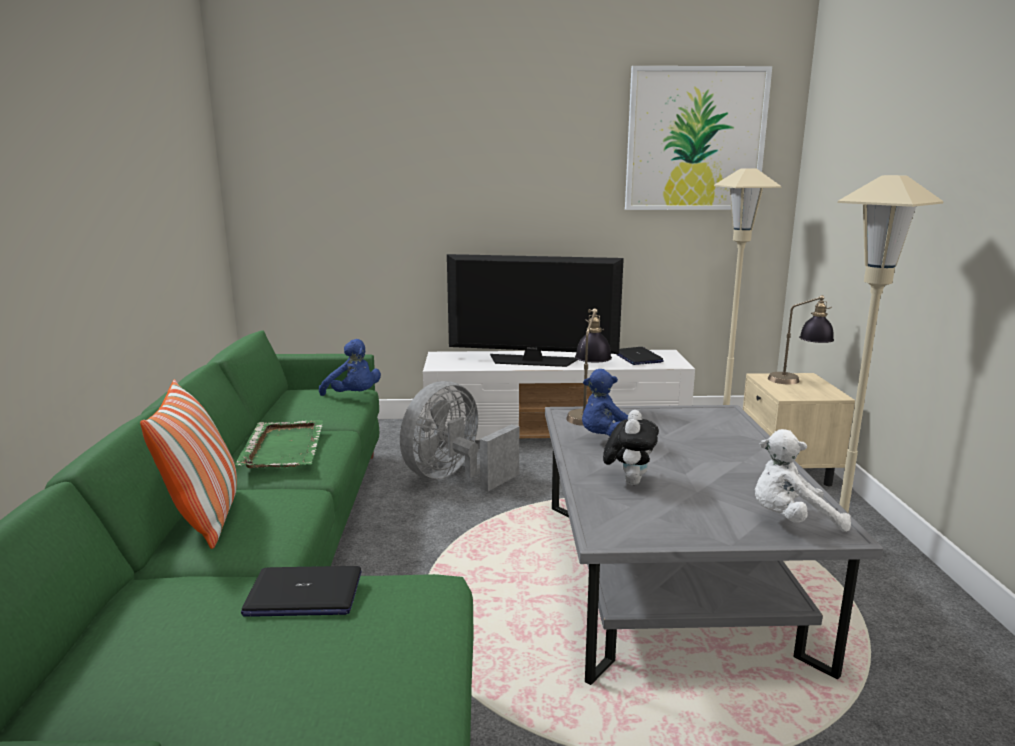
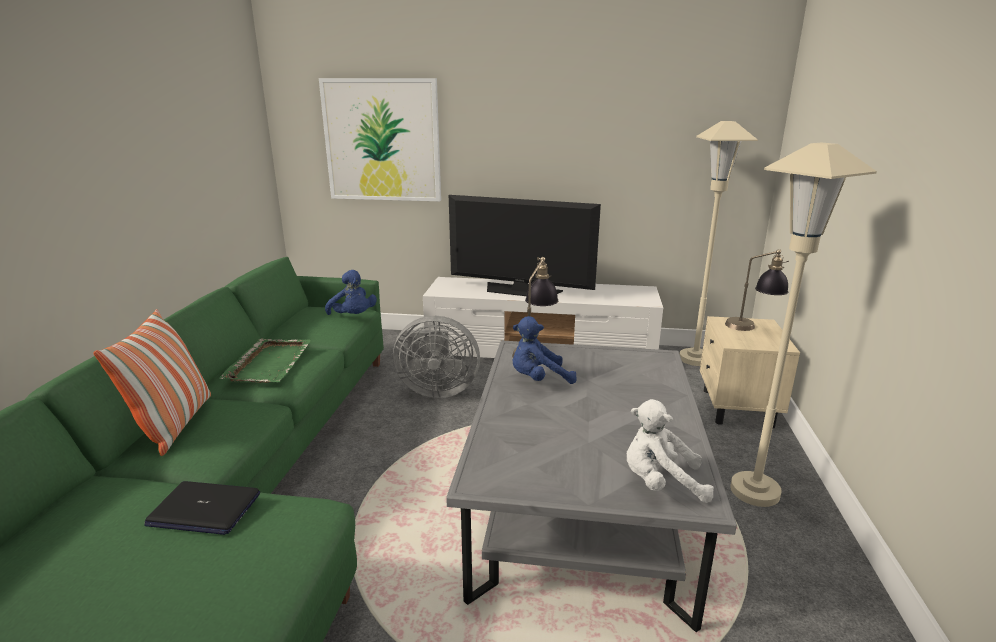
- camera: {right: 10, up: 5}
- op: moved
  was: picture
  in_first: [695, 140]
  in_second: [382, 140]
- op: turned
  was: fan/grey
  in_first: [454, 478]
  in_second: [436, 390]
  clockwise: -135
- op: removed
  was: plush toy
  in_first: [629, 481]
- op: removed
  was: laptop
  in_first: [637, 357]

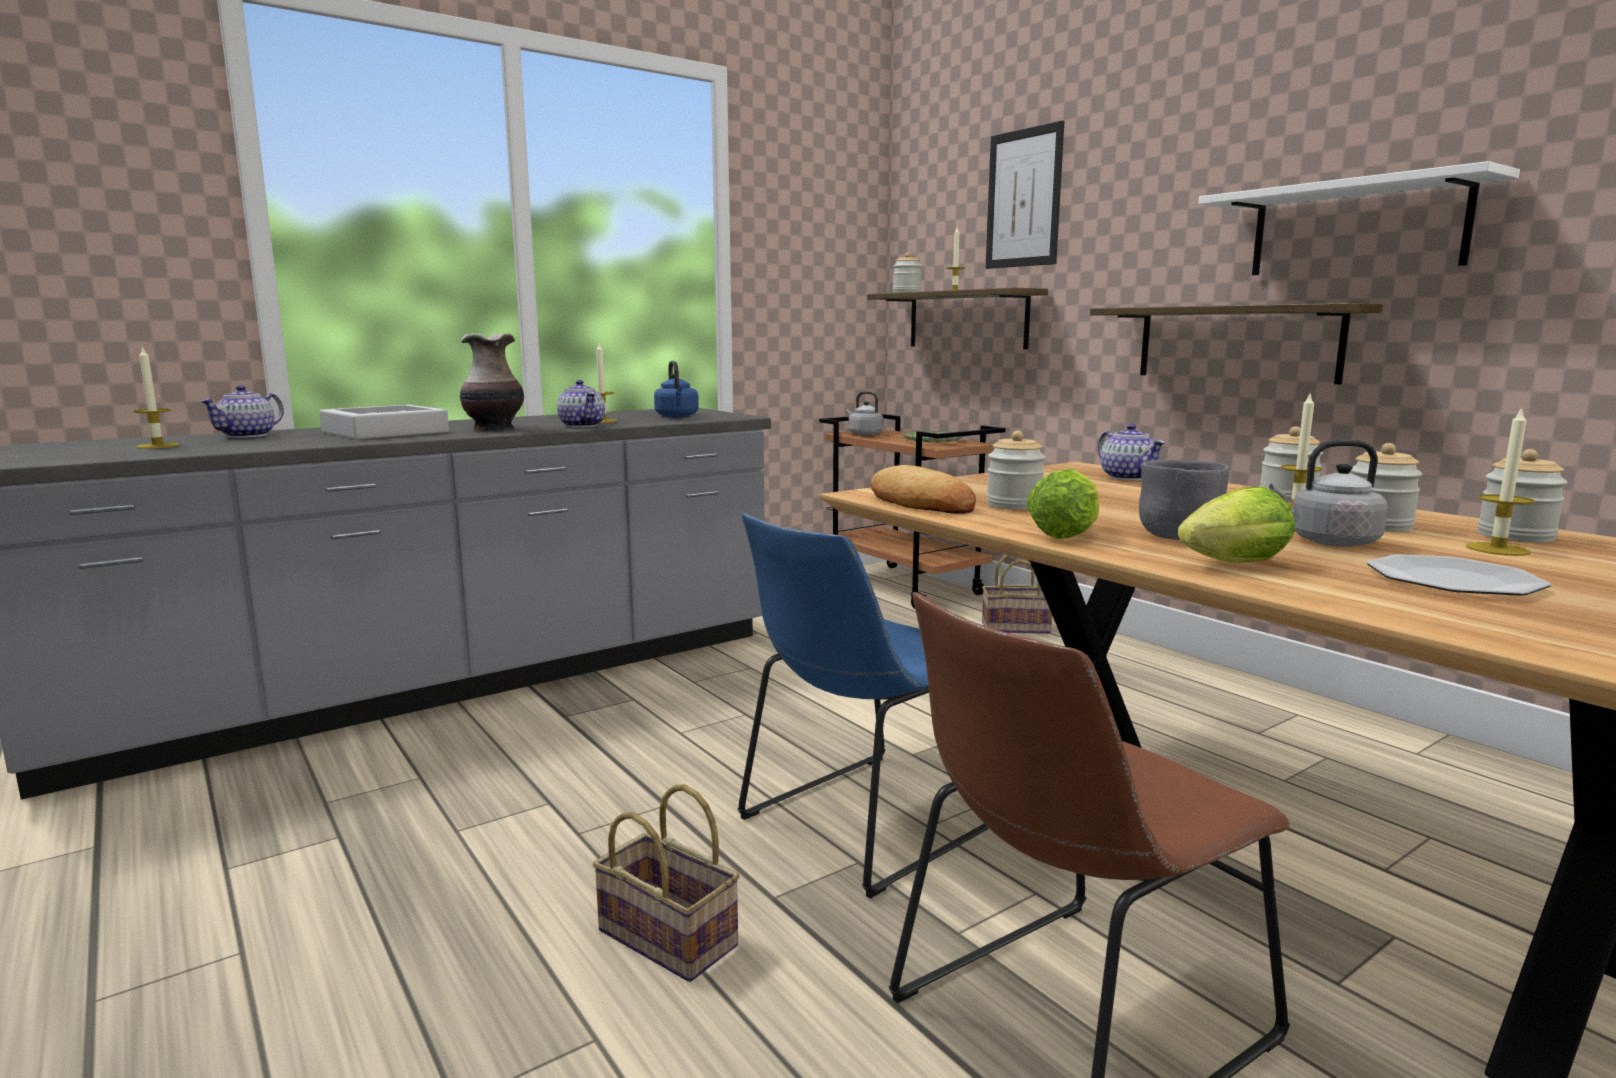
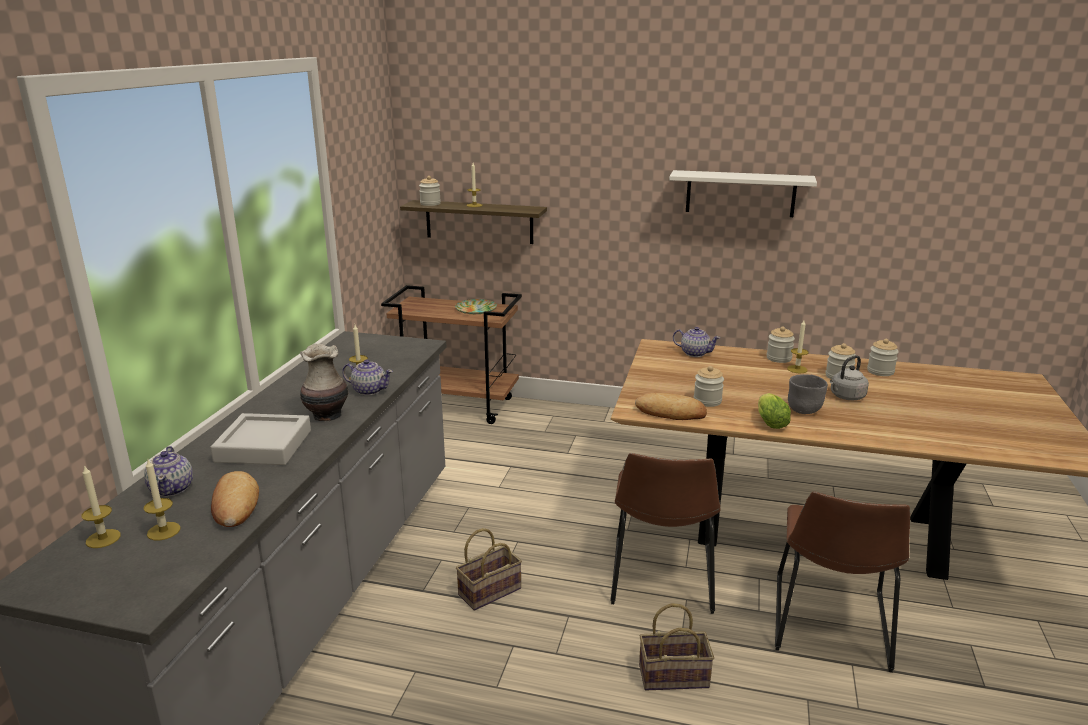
- camera: {right: -40, up: 10}
- op: moved
  was: candle
  in_first: [1497, 549]
  in_second: [103, 538]
- op: added
  now: bread
  in_second: [234, 505]
- op: moved
  was: basket
  in_first: [1017, 627]
  in_second: [490, 590]
- op: recoloured
  was: chair/blue
  now: chair/brown
  in_first: [865, 822]
  in_second: [662, 578]
- op: removed
  was: kettle/blue
  in_first: [677, 416]
- op: removed
  was: kettle/grey
  in_first: [863, 434]
- op: removed
  was: picture
  in_first: [1023, 198]
- op: removed
  was: shelf
  in_first: [1236, 343]
- op: removed
  was: lettuce
  in_first: [1229, 564]
- op: removed
  was: plate
  in_first: [1453, 580]

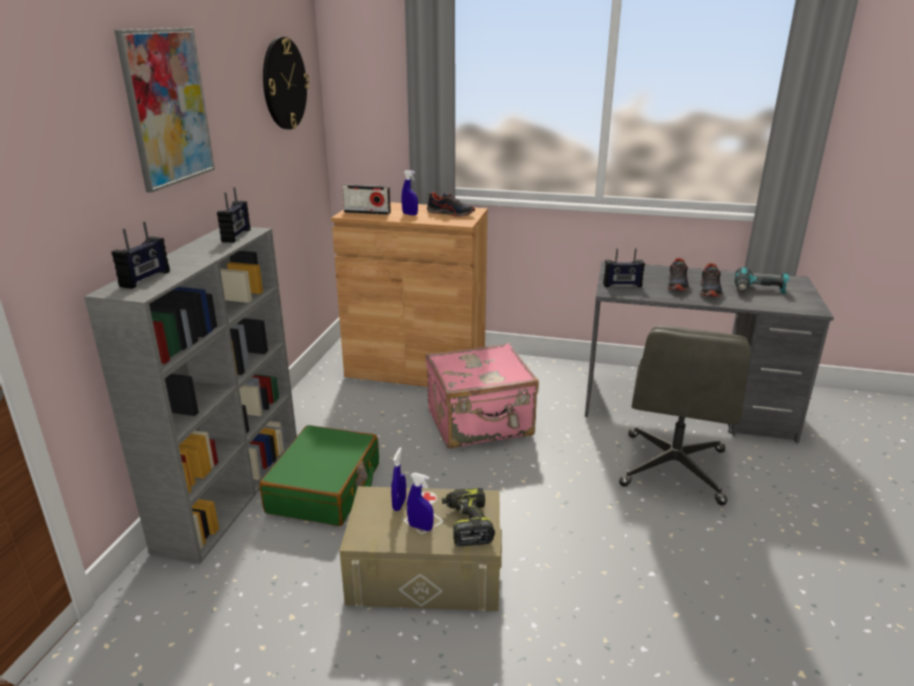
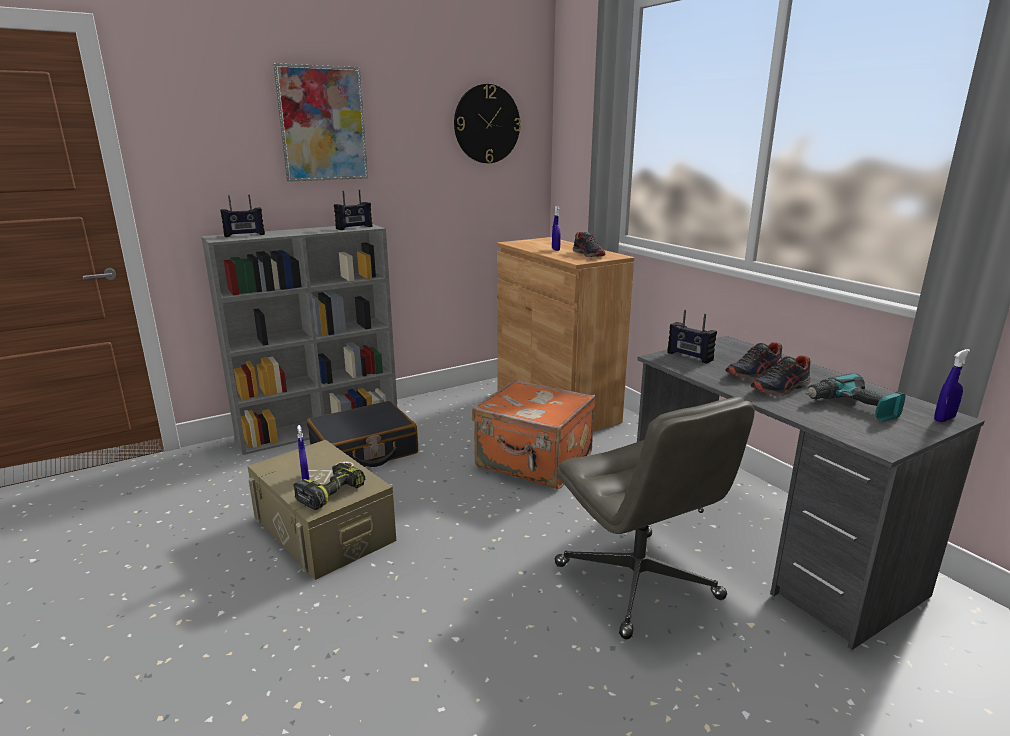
- camera: {right: 45, up: -5}
- op: recoloured
  was: suitcase/green
  now: suitcase/black
  in_first: [325, 488]
  in_second: [364, 451]
- op: recoloured
  was: suitcase/pink
  now: suitcase/orange
  in_first: [480, 423]
  in_second: [534, 462]
- op: turned
  was: office chair/grey
  in_first: [673, 469]
  in_second: [638, 582]
  clockwise: -90
- op: moved
  was: spray bottle/blue
  in_first: [399, 504]
  in_second: [944, 419]
- op: removed
  was: radio
  in_first: [367, 212]

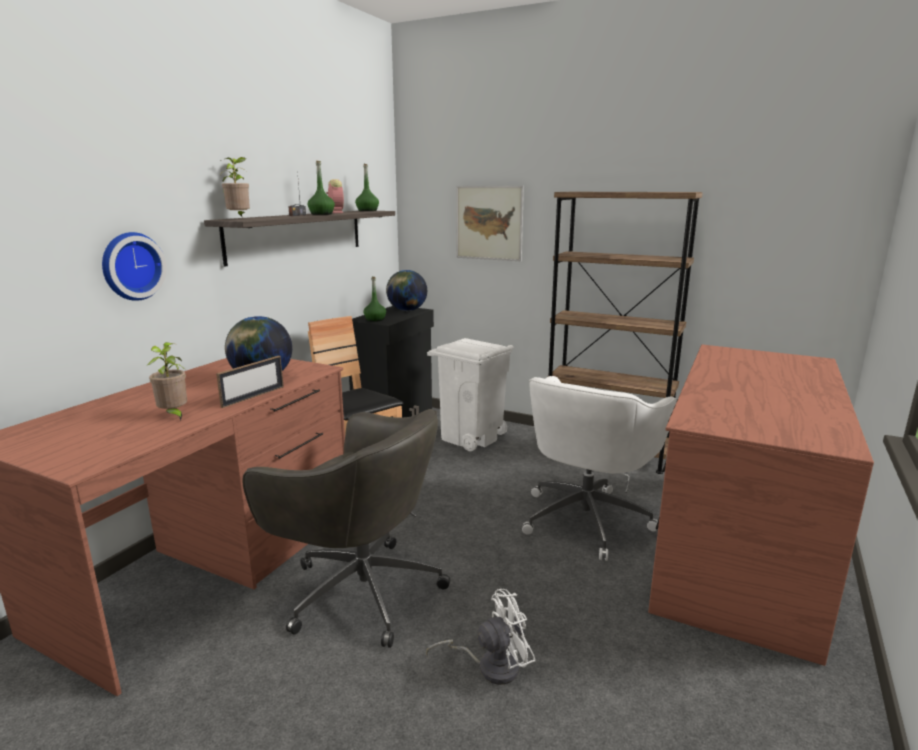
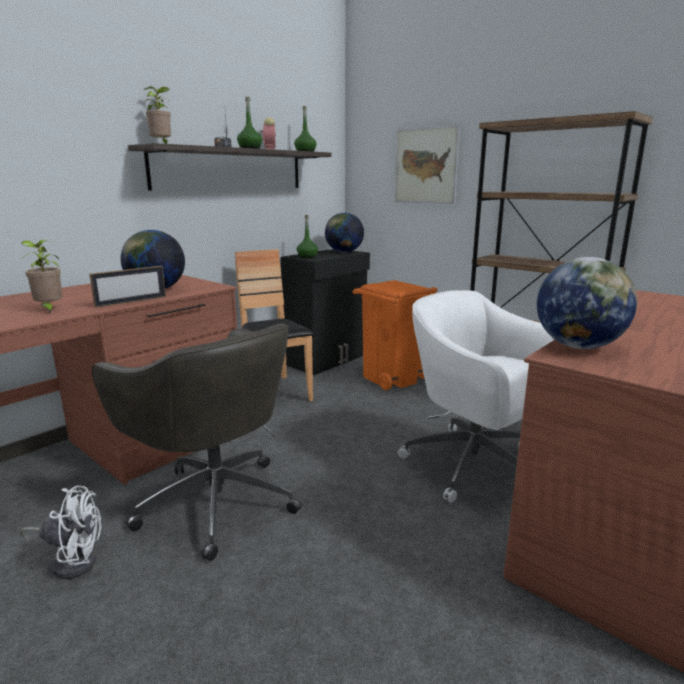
- camera: {right: 15, up: 0}
- op: moved
  was: fan/white
  in_first: [490, 666]
  in_second: [71, 560]
- op: recoloured
  was: trash can/white
  now: trash can/orange
  in_first: [470, 437]
  in_second: [392, 378]
- op: turned
  was: office chair/white
  in_first: [587, 518]
  in_second: [477, 467]
  clockwise: 90
- op: added
  now: globe
  in_second: [578, 346]
- op: removed
  was: wall clock
  in_first: [131, 266]

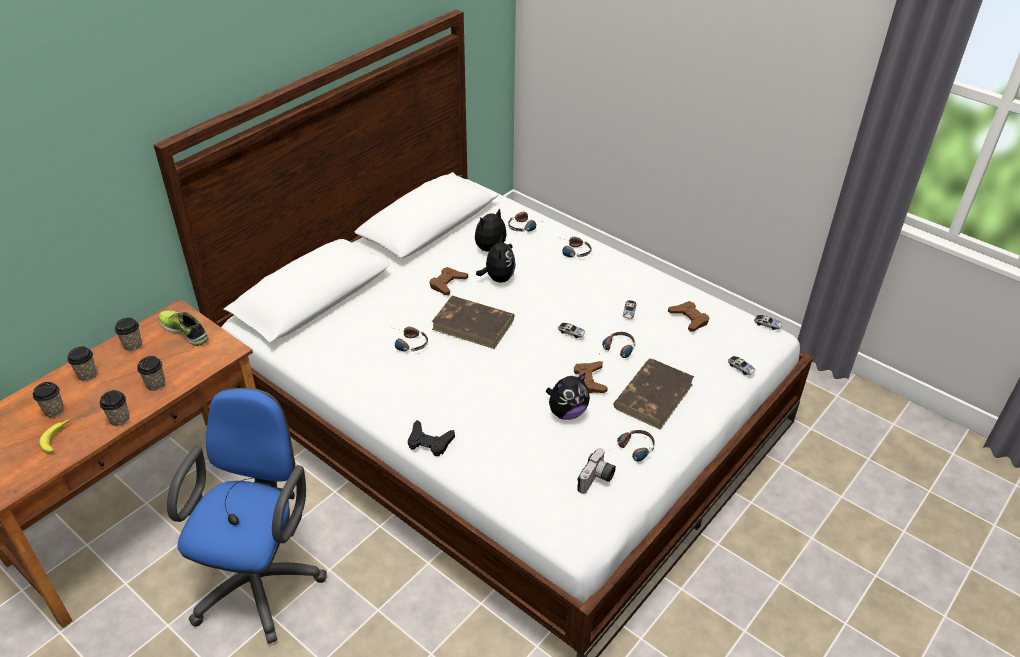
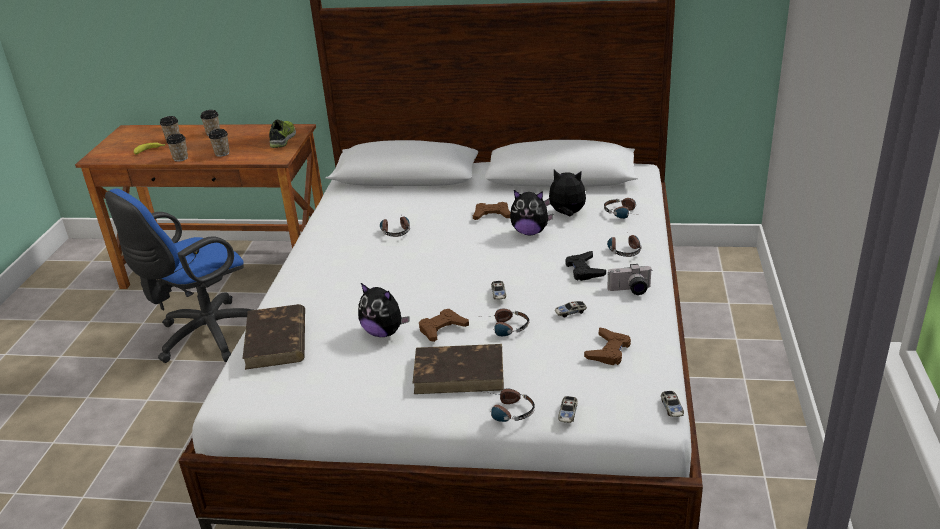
- camera: {right: 60, up: -10}
- op: turned
  was: office chair/blue
  in_first: [261, 577]
  in_second: [205, 337]
  clockwise: 150
- op: moved
  was: book/brown
  in_first: [474, 325]
  in_second: [276, 341]
- op: moved
  was: headphones
  in_first: [632, 451]
  in_second: [505, 411]
- op: turned
  was: plush toy
  in_first: [498, 278]
  in_second: [530, 232]
  clockwise: 45
- op: moved
  was: game controller/black
  in_first: [429, 442]
  in_second: [584, 270]
- op: moved
  was: photo camera
  in_first: [597, 480]
  in_second: [630, 290]
- op: removed
  was: cup
  in_first: [133, 345]

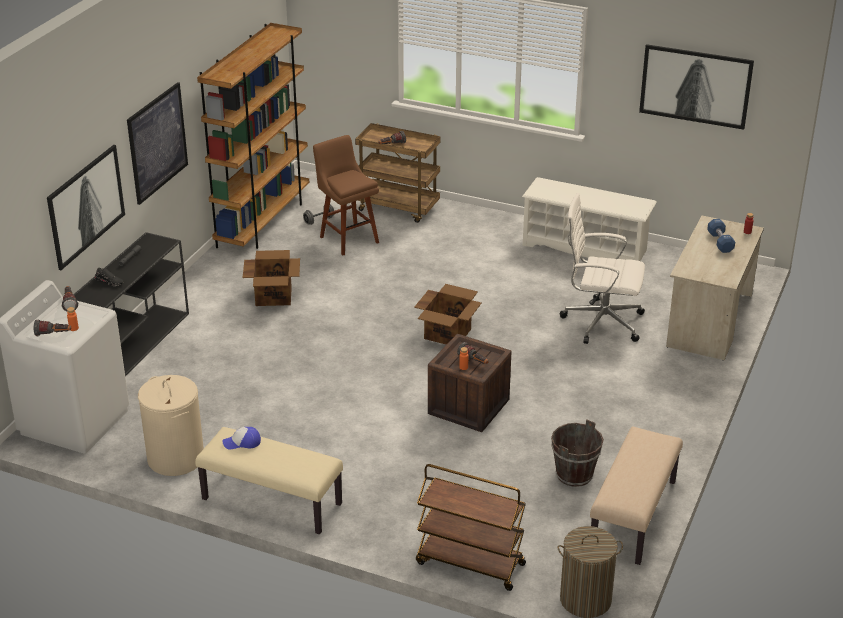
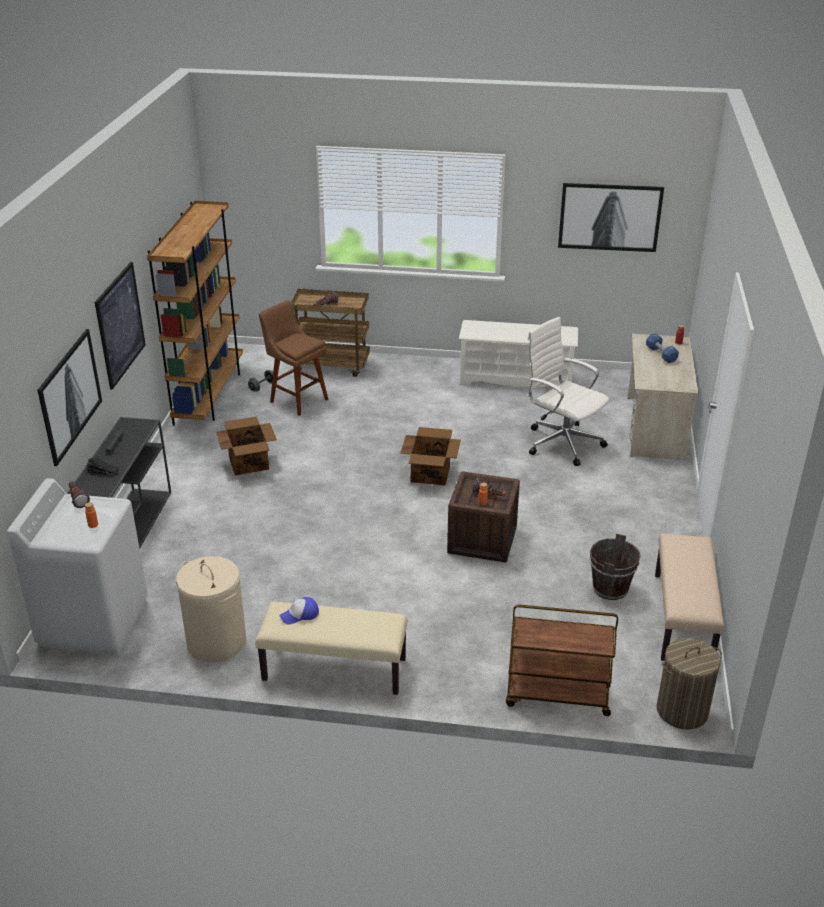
- camera: {right: -15, up: 0}
- op: turned
  was: office chair/white
  in_first: [600, 322]
  in_second: [562, 442]
  clockwise: 45
- op: removed
  was: flashlight
  in_first: [53, 334]

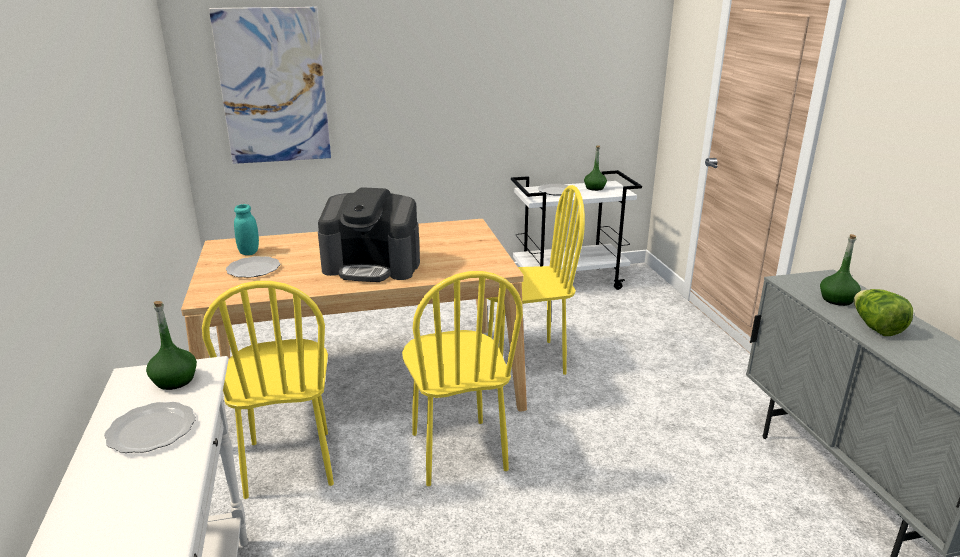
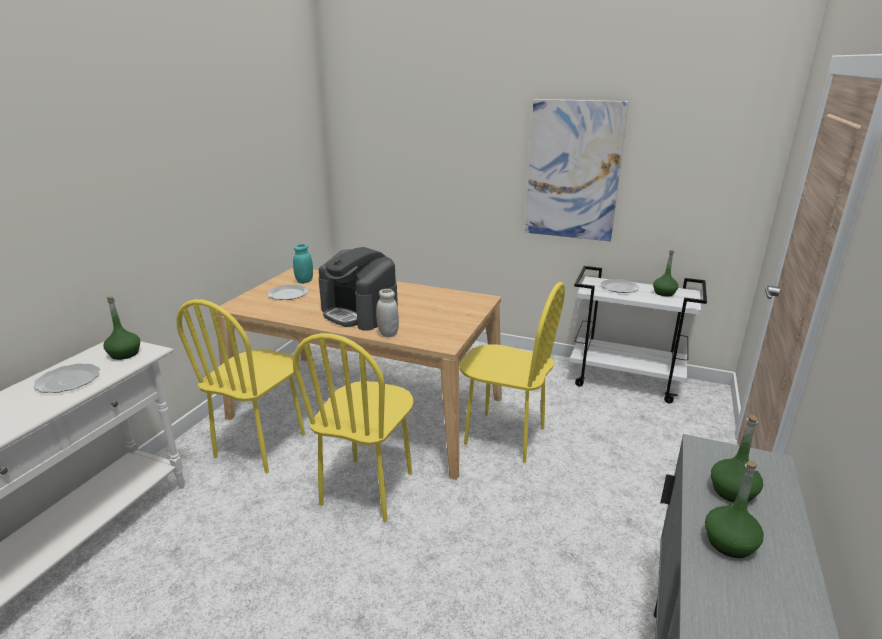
- camera: {right: 35, up: 0}
- op: added
  now: jar/white
  in_second: [388, 333]
- op: moved
  was: picture
  in_first: [273, 87]
  in_second: [573, 171]
- op: replaced
  was: lettuce
  now: bottle/green
  in_first: [875, 327]
  in_second: [729, 543]

